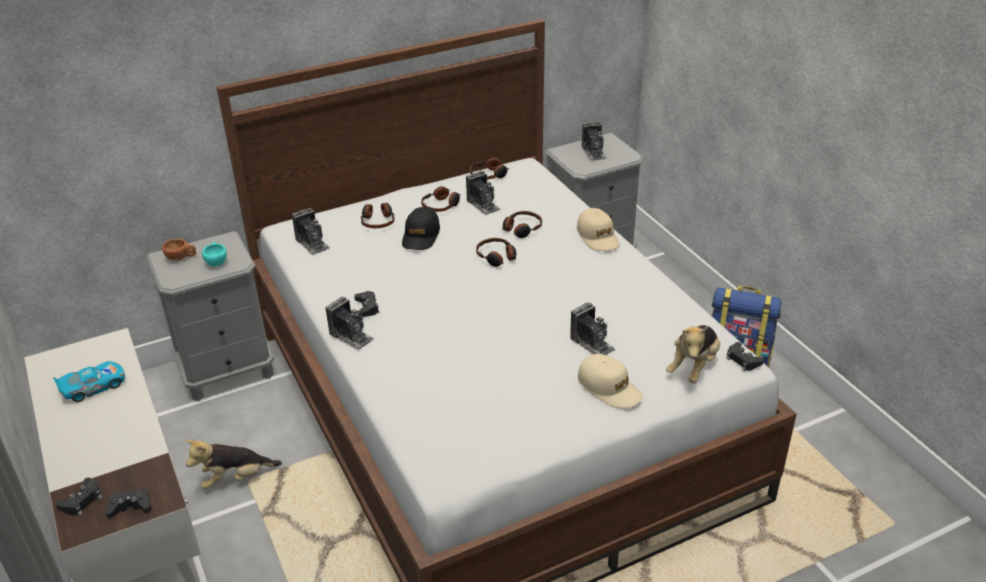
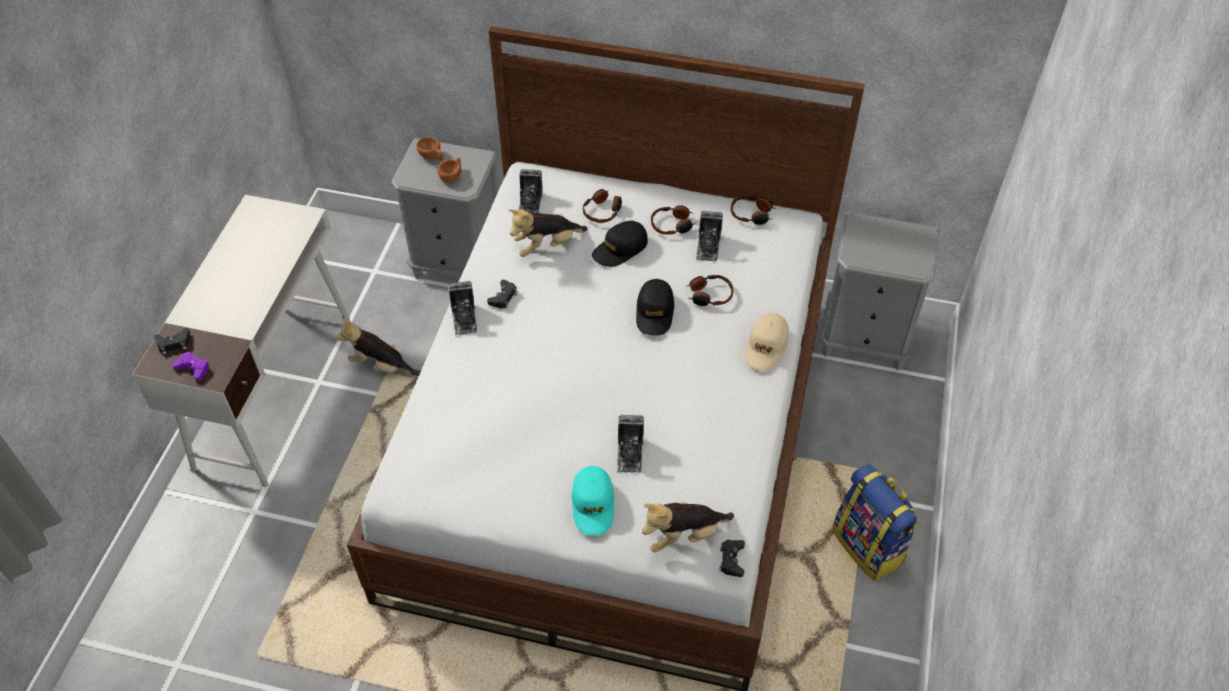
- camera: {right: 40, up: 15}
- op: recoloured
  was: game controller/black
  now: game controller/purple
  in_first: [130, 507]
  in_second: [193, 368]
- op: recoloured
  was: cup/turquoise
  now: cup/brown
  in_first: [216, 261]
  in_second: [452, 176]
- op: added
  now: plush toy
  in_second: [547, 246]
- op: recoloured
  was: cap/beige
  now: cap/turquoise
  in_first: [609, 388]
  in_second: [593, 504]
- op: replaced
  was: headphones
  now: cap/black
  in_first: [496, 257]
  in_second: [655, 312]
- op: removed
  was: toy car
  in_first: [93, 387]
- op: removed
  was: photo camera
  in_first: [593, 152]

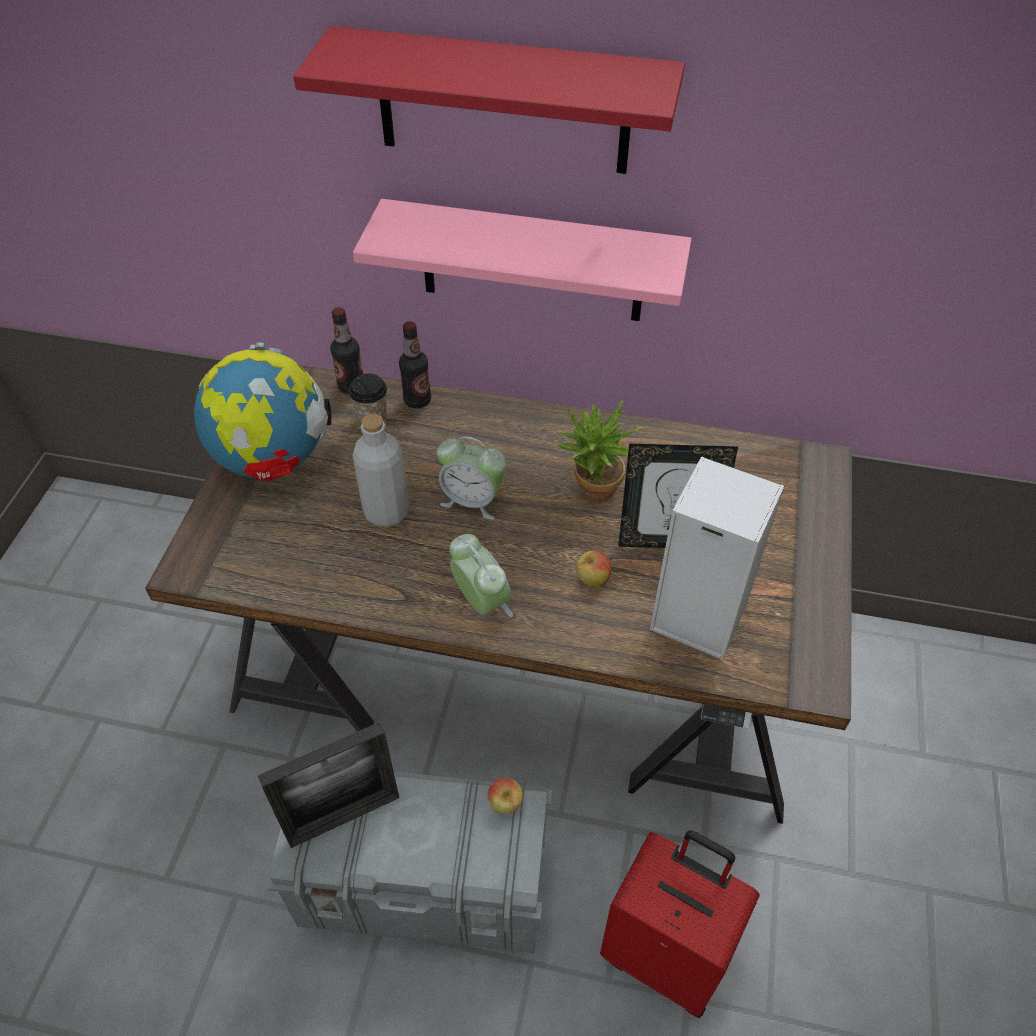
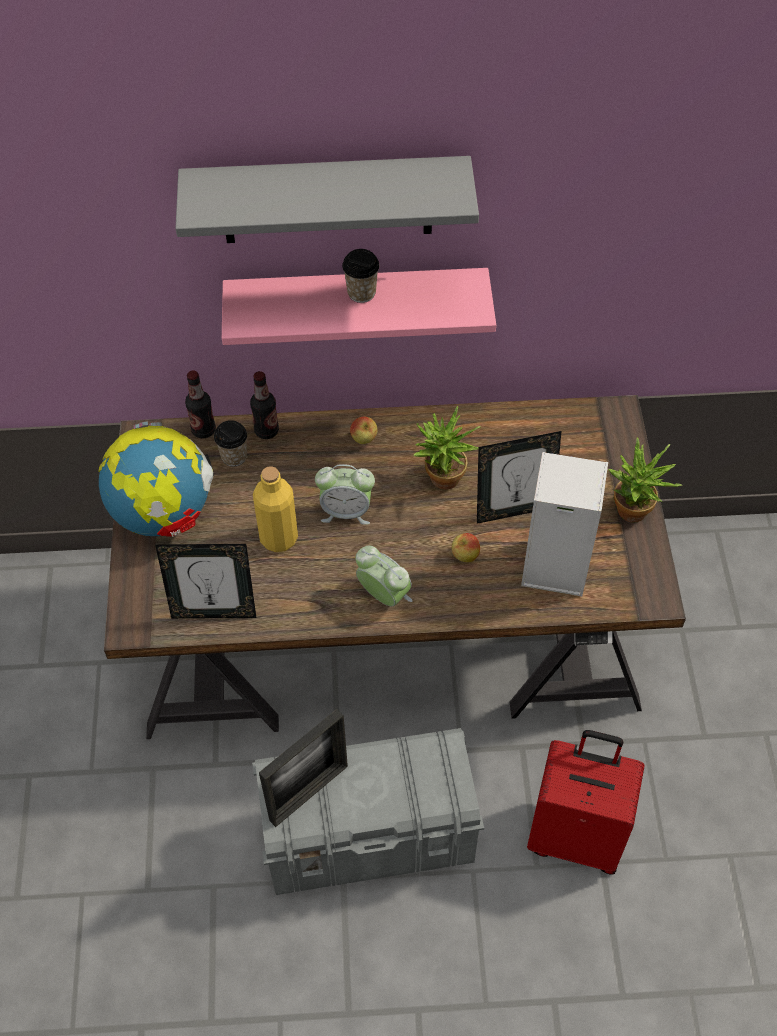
- camera: {right: -15, up: 5}
- op: added
  now: picture frame
  in_second: [214, 612]
- op: recoloured
  was: shelf/red
  now: shelf/grey
  in_first: [503, 102]
  in_second: [327, 200]
- op: recoloured
  was: bottle/grey
  now: bottle/yellow
  in_first: [386, 511]
  in_second: [279, 538]
- op: added
  now: cup
  in_second: [361, 293]
- op: moved
  was: apple
  in_first: [505, 804]
  in_second: [364, 439]
- op: added
  now: potted plant
  in_second: [633, 516]

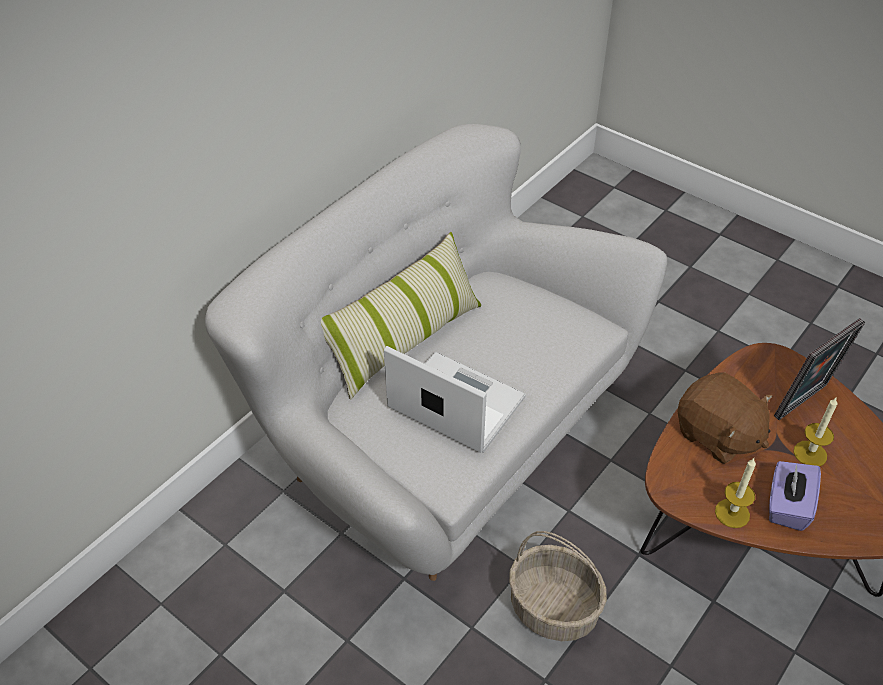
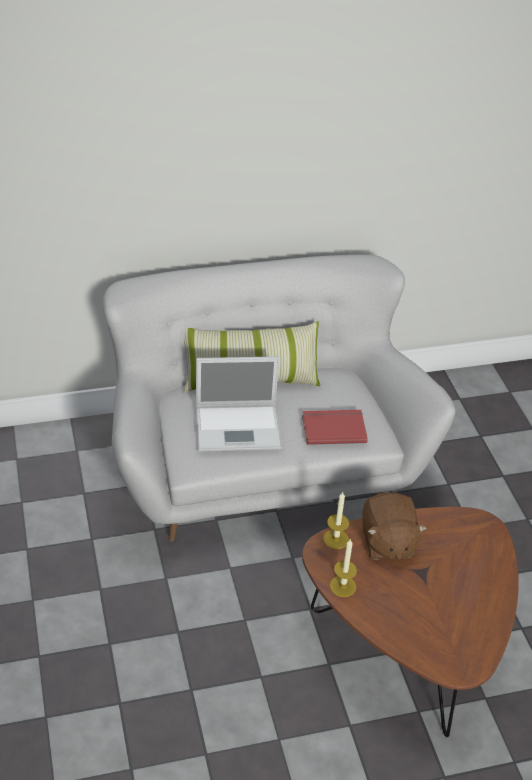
- camera: {right: 35, up: -5}
- op: turned
  was: laptop
  in_first: [454, 402]
  in_second: [239, 427]
  clockwise: 105
- op: added
  now: book/red
  in_second: [333, 428]
- op: moved
  was: candle
  in_first: [810, 453]
  in_second: [336, 539]
- op: removed
  was: basket
  in_first: [554, 608]
- op: removed
  was: tissue box/purple
  in_first: [787, 506]
- op: removed
  was: picture frame
  in_first: [804, 403]

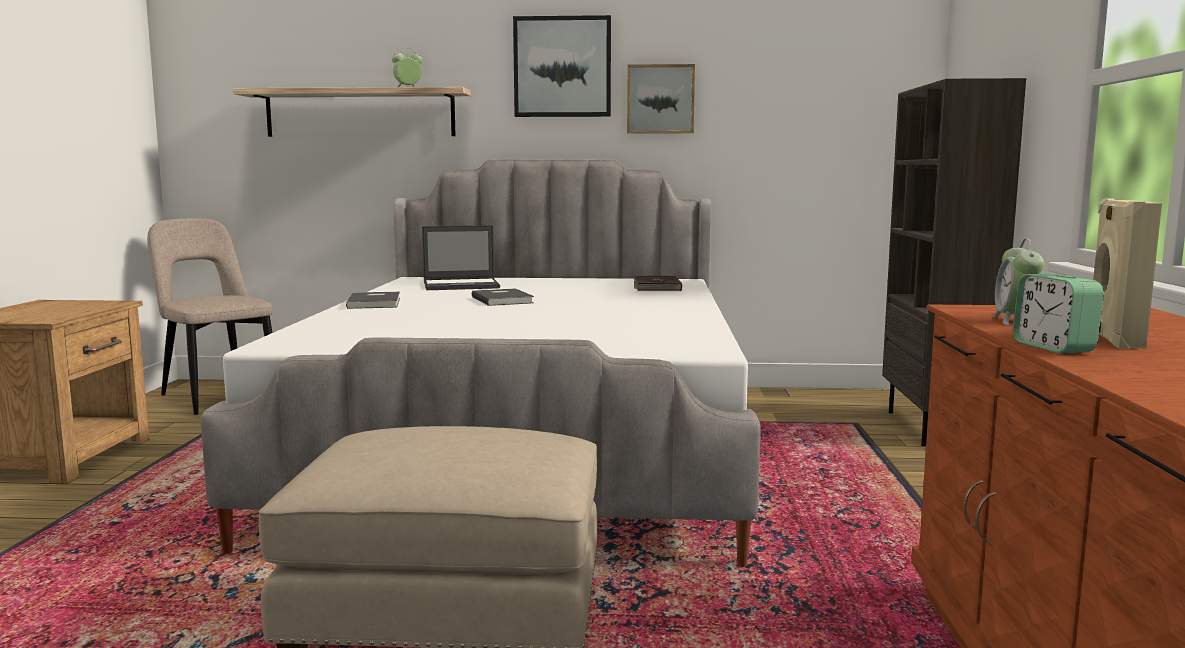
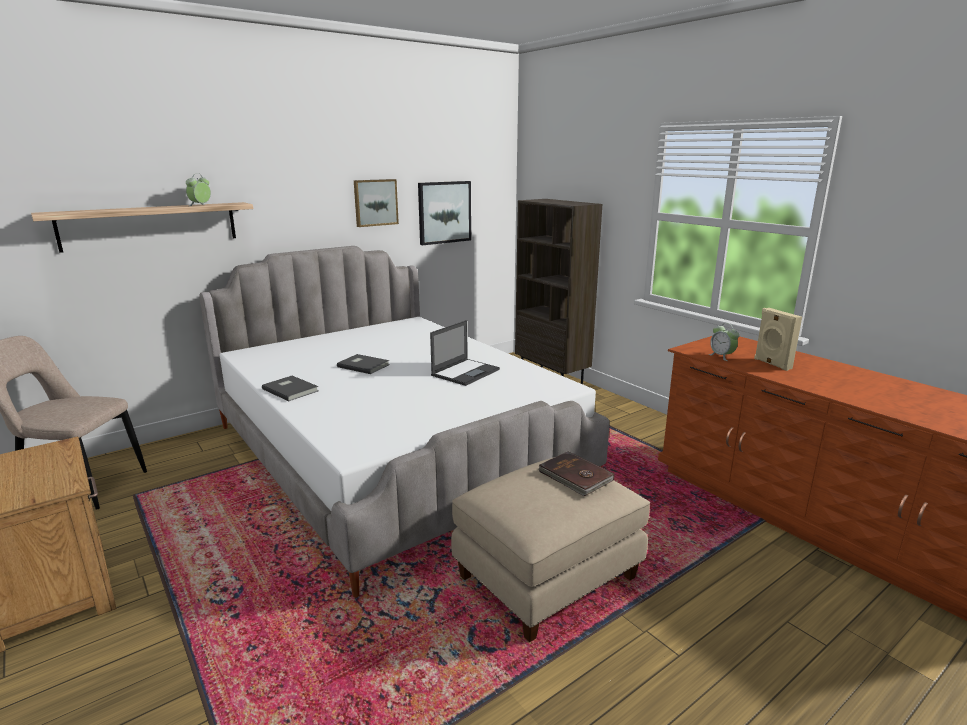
- camera: {right: -40, up: 10}
- op: moved
  was: picture
  in_first: [562, 67]
  in_second: [444, 212]
- op: moved
  was: laptop
  in_first: [462, 285]
  in_second: [466, 372]
- op: moved
  was: book/brown
  in_first: [656, 287]
  in_second: [575, 476]
- op: removed
  was: alarm clock
  in_first: [1053, 347]

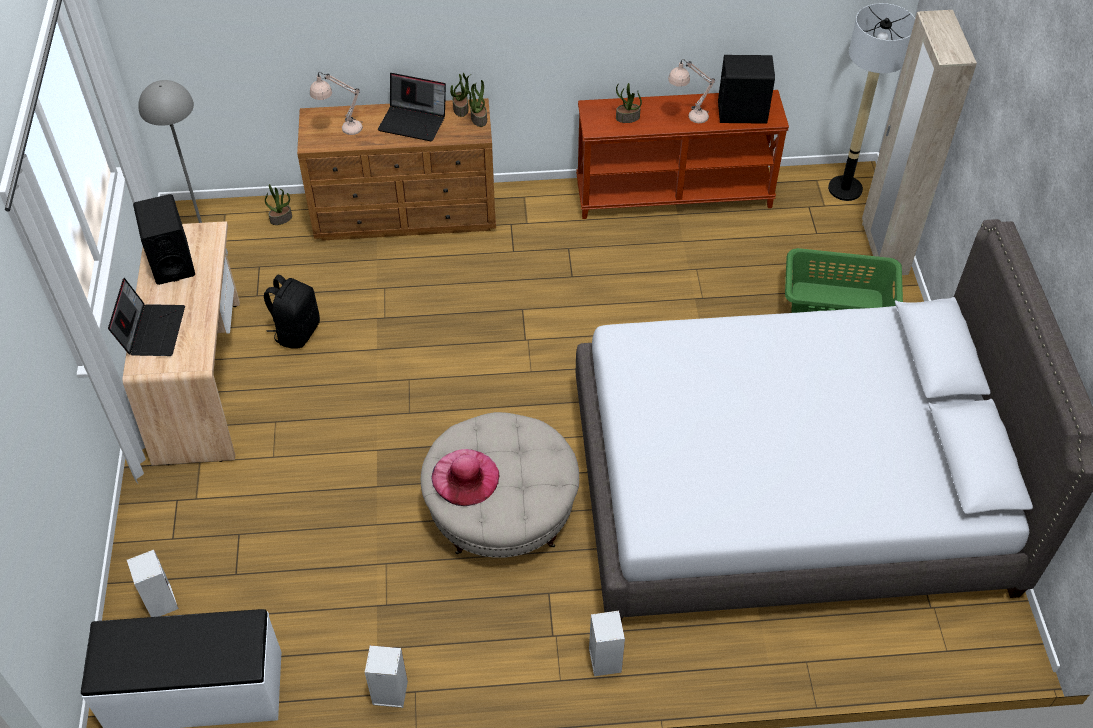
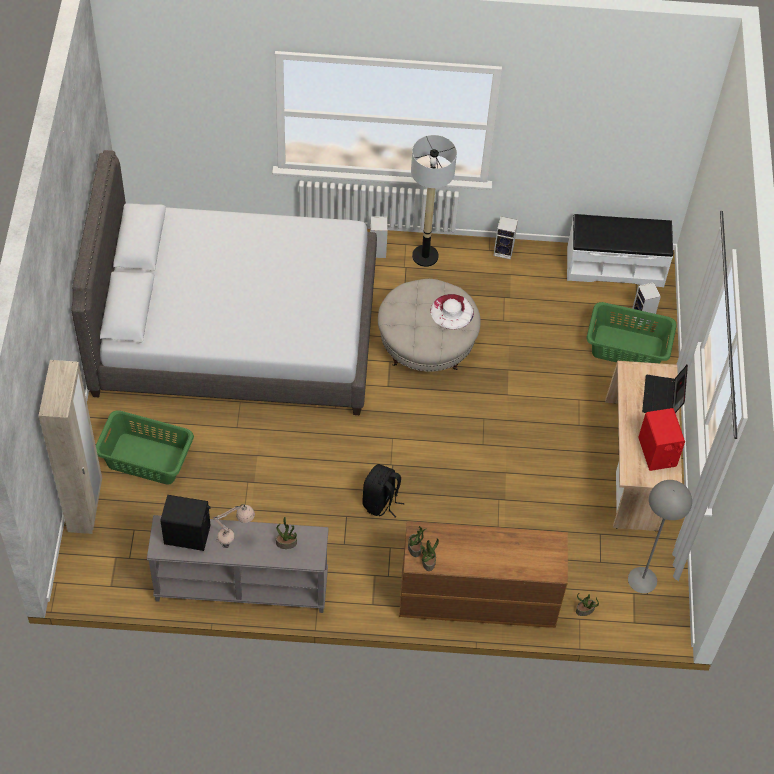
- camera: {right: -175, up: 5}
- op: recoloured
  was: console table/brown
  now: console table/grey
  in_first: [674, 194]
  in_second: [241, 588]
- op: moved
  was: backpack/black
  in_first: [296, 331]
  in_second: [381, 502]
- op: moved
  was: floor lamp
  in_first: [845, 189]
  in_second: [425, 256]
- op: recoloured
  was: hat/pink
  now: hat/white
  in_first: [465, 477]
  in_second: [452, 311]
- op: added
  now: laundry basket/green
  in_second: [627, 348]
- op: recoloured
  was: speaker/black
  now: speaker/red
  in_first: [171, 262]
  in_second: [657, 452]
- op: removed
  was: table lamp/beige
  in_first: [340, 129]
- op: removed
  was: laptop
  in_first: [414, 121]

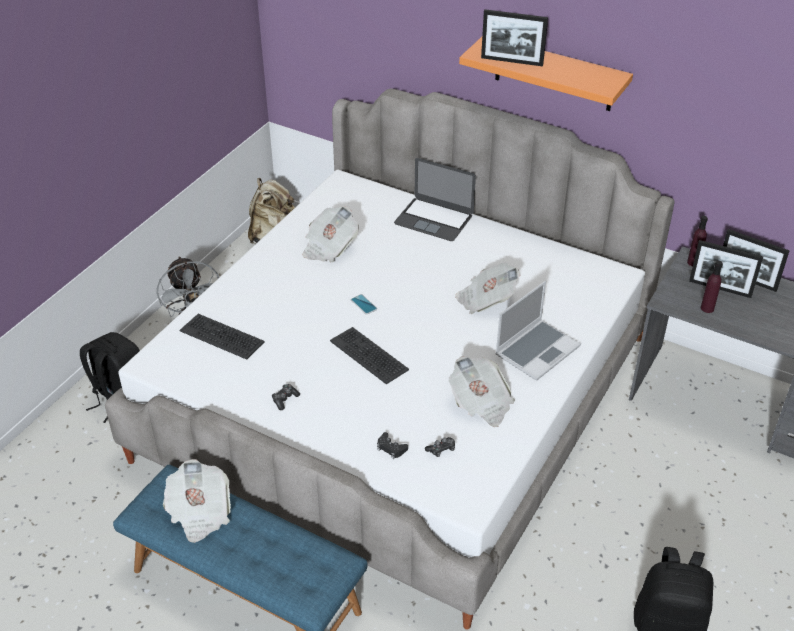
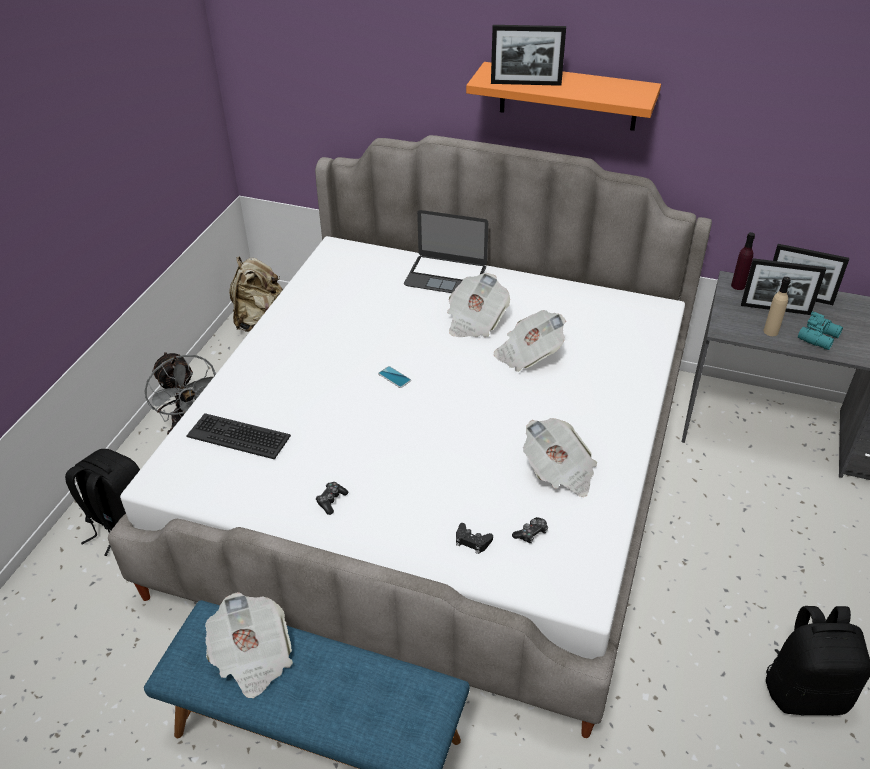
- camera: {right: -10, up: 0}
- op: moved
  was: newspaper
  in_first: [329, 247]
  in_second: [475, 321]
- op: recoloured
  was: bottle/purple
  now: bottle/beige
  in_first: [707, 308]
  in_second: [770, 331]
- op: added
  now: binoculars/turquoise
  in_second: [819, 337]
- op: removed
  was: keyboard
  in_first: [369, 355]
- op: removed
  was: laptop
  in_first: [537, 350]

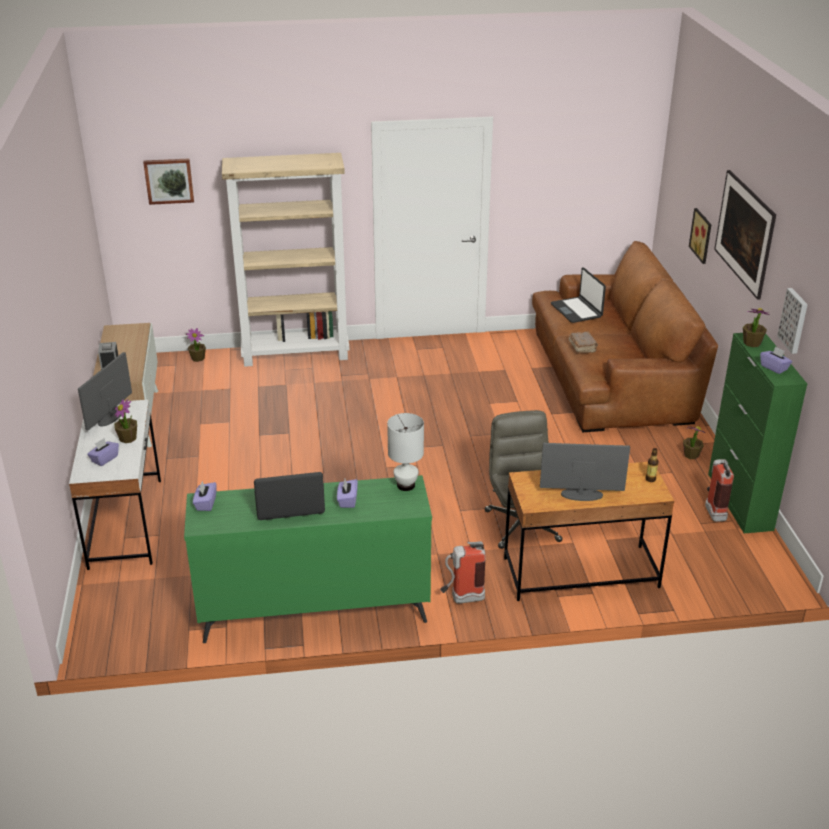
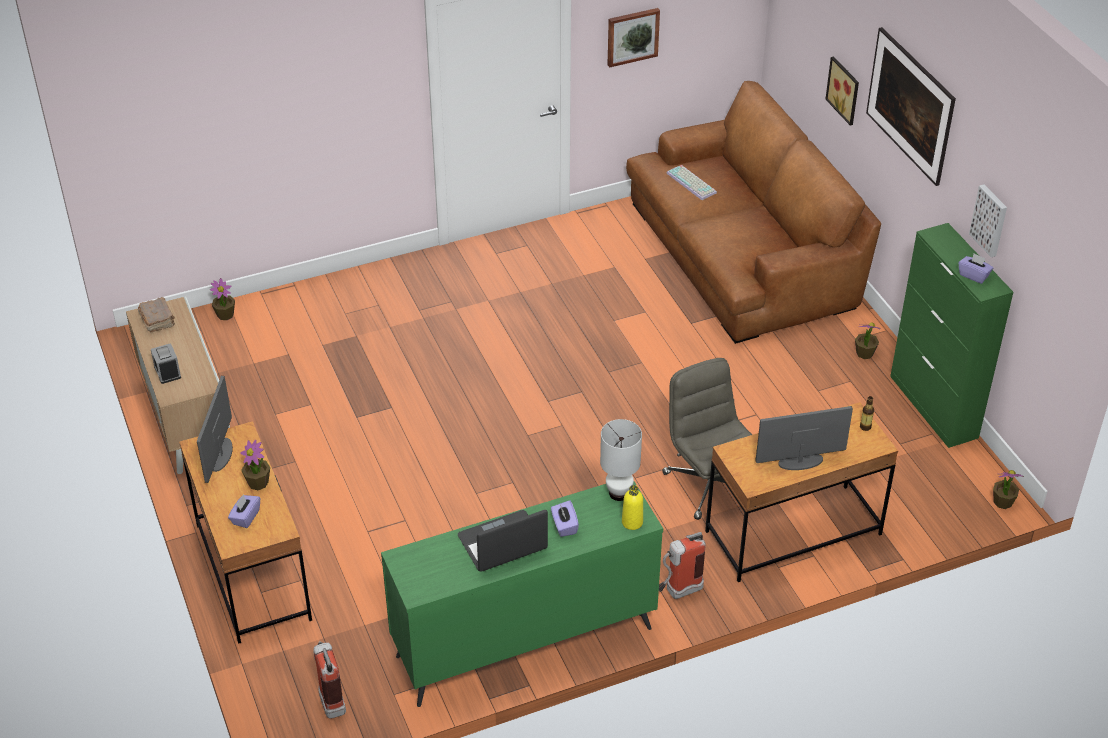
- camera: {right: -15, up: 10}
- op: moved
  was: book/brown
  in_first: [582, 347]
  in_second: [157, 320]
- op: recoloured
  was: desk/white
  now: desk/brown
  in_first: [126, 523]
  in_second: [253, 572]
- op: moved
  was: fire extinguisher
  in_first: [713, 510]
  in_second: [330, 698]
- op: moved
  was: picture
  in_first: [169, 180]
  in_second: [632, 36]
- op: added
  now: bottle/yellow
  in_second: [632, 522]
- op: replaced
  was: laptop
  now: keyboard
  in_first: [576, 310]
  in_second: [692, 183]
- op: moved
  was: potted plant
  in_first: [751, 343]
  in_second: [1002, 502]
- op: removed
  was: tissue box/purple
  in_first: [205, 503]
- op: removed
  was: bookcase/beige
  in_first: [296, 354]

